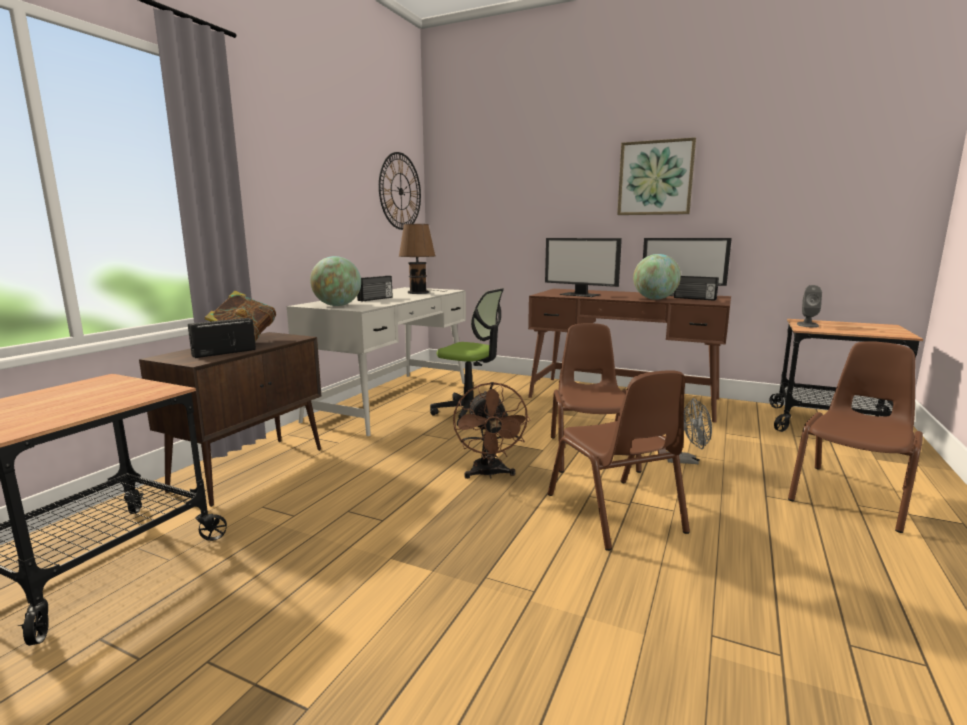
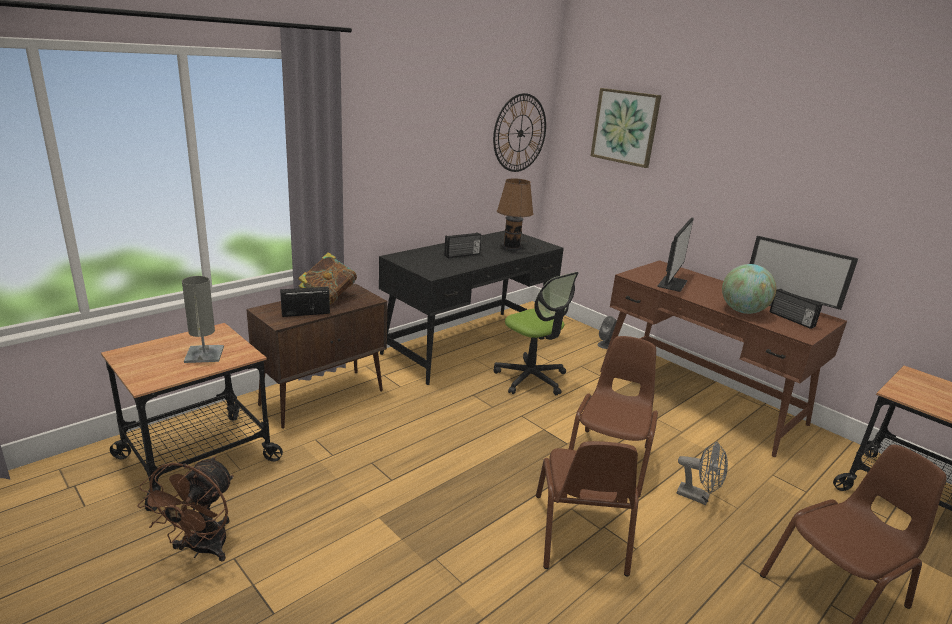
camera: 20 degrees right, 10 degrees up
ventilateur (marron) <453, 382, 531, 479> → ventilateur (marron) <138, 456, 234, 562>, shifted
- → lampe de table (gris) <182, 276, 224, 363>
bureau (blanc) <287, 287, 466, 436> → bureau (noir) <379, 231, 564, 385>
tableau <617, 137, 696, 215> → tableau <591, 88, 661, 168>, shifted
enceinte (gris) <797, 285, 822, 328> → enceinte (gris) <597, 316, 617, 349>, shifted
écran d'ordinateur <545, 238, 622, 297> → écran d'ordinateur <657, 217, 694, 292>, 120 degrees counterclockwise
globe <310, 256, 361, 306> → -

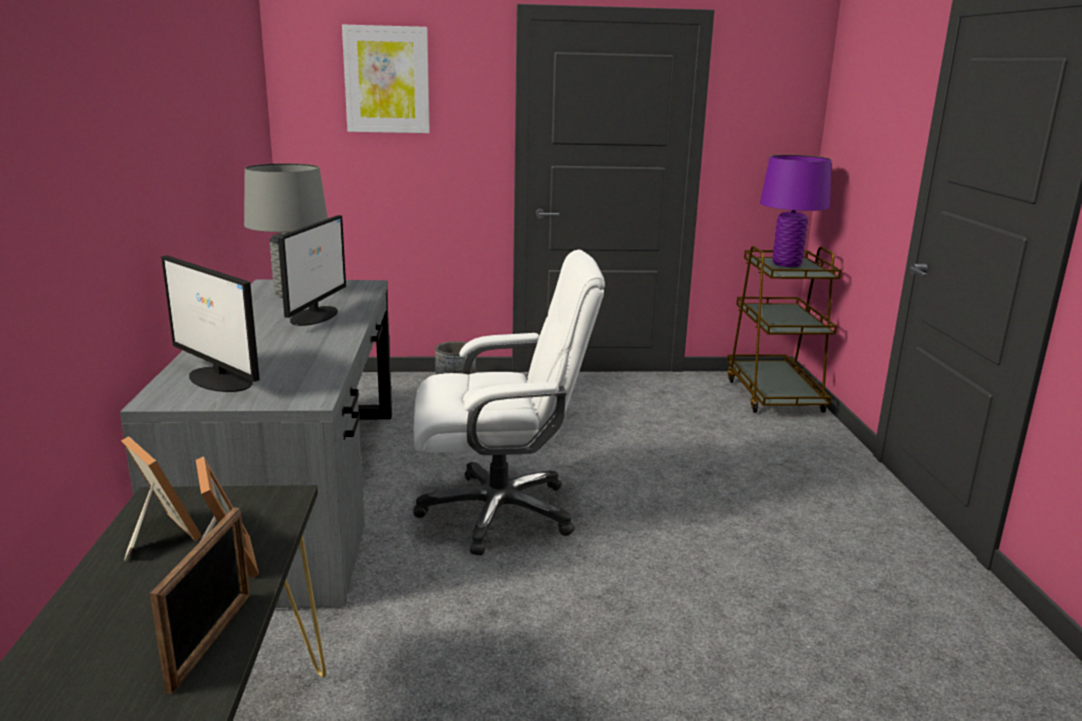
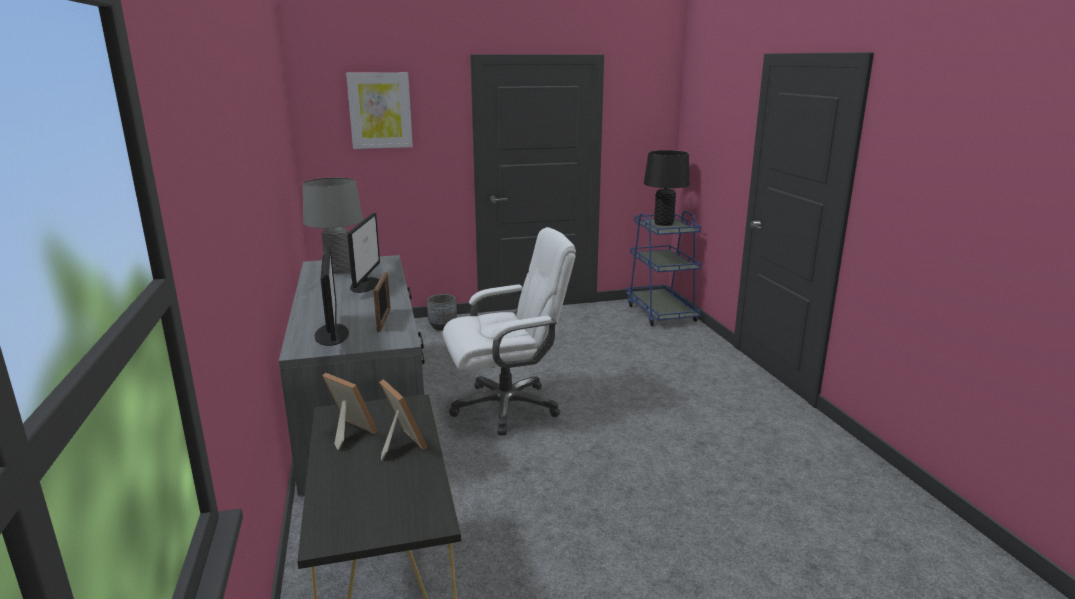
camera: 10 degrees left, 0 degrees up
écran d'ordinateur <161, 256, 260, 392> → écran d'ordinateur <314, 246, 349, 346>, 135 degrees counterclockwise
cadre photo <150, 508, 250, 694> → cadre photo <373, 272, 391, 332>, shifted
chariot (marron) <727, 246, 841, 413> → chariot (bleu) <626, 211, 701, 326>
lampe de table (violet) <760, 155, 831, 267> → lampe de table (noir) <644, 150, 690, 226>

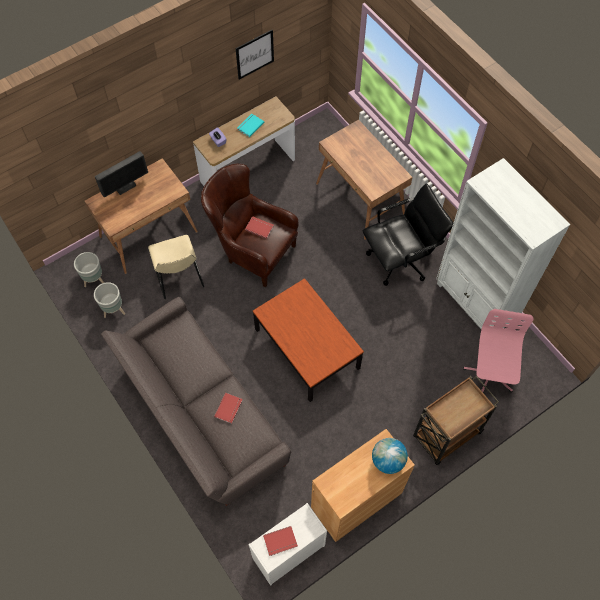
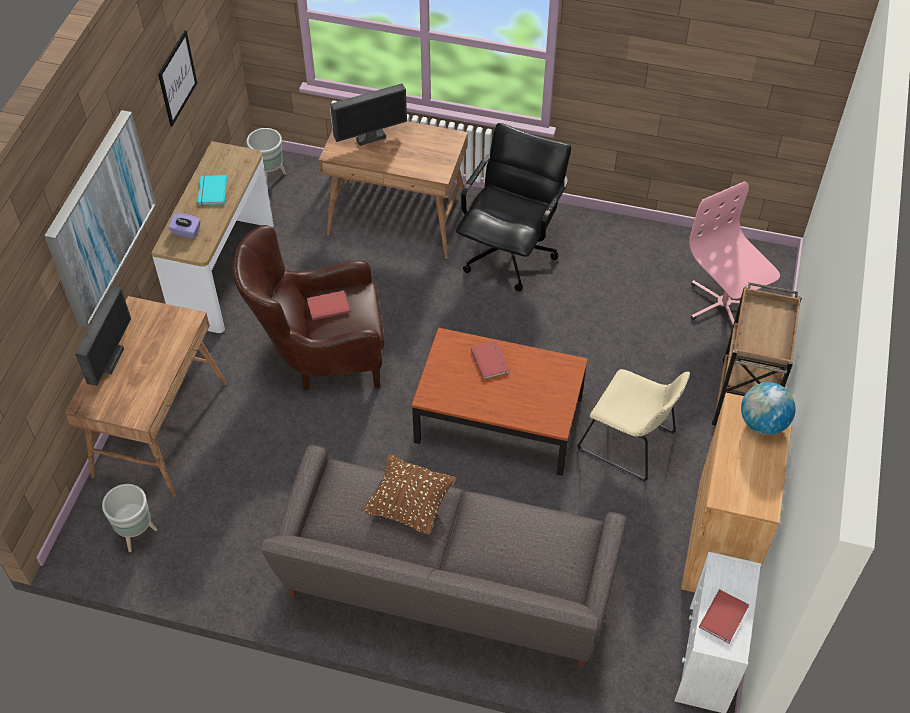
camera: 40 degrees left, 10 degrees down
- → tableau <44, 110, 156, 328>
cache-pot (gris) <94, 282, 125, 318> → cache-pot (gris) <247, 128, 286, 188>, shifted
- → écran d'ordinateur <330, 83, 407, 146>
- → coussin (marron) <361, 455, 456, 535>
livre (rouge) <214, 393, 243, 424> → livre (rouge) <471, 341, 510, 380>, shifted
chaise (beige) <148, 235, 205, 299> → chaise (beige) <577, 369, 690, 481>, shifted
bibliothèque (blanc) <436, 158, 571, 329> → -

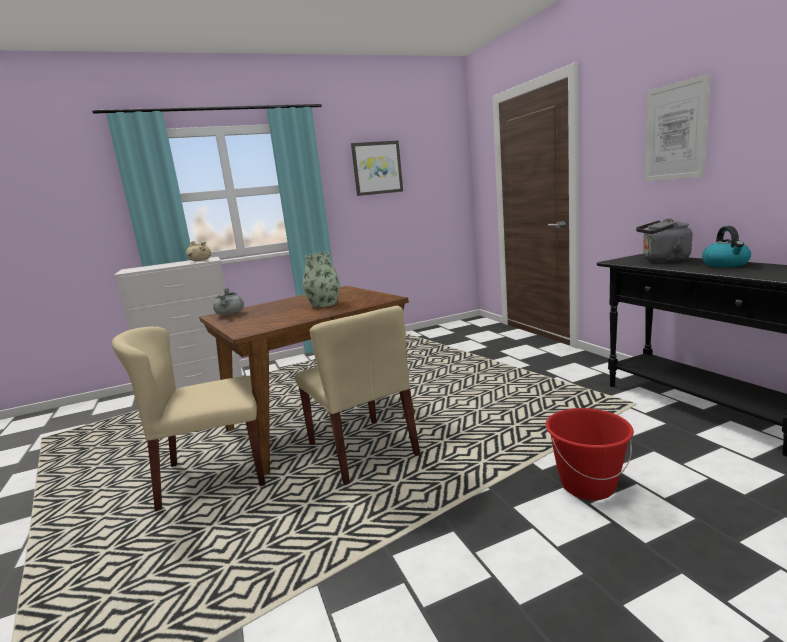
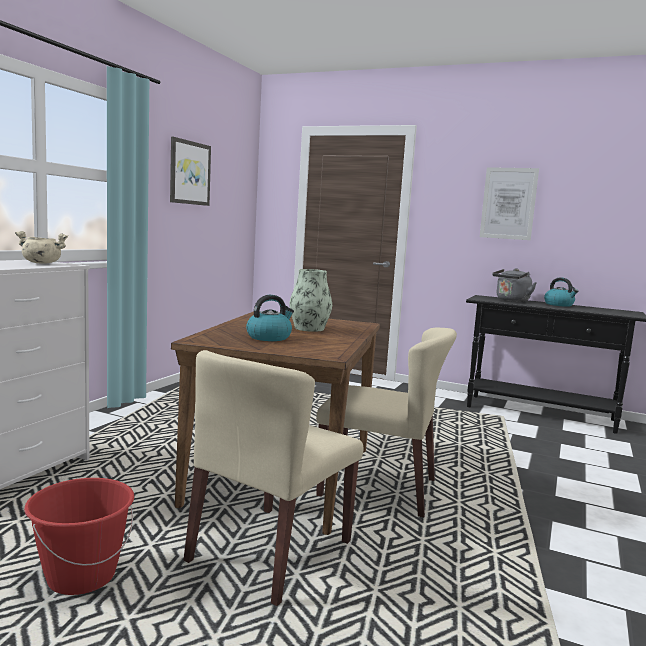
camera: 45 degrees left, 5 degrees down
seau (rouge) <546, 408, 634, 500> → seau (rouge) <24, 478, 134, 595>, shifted
- → bouilloire <246, 295, 294, 341>
marmite (gris) <213, 288, 244, 315> → -

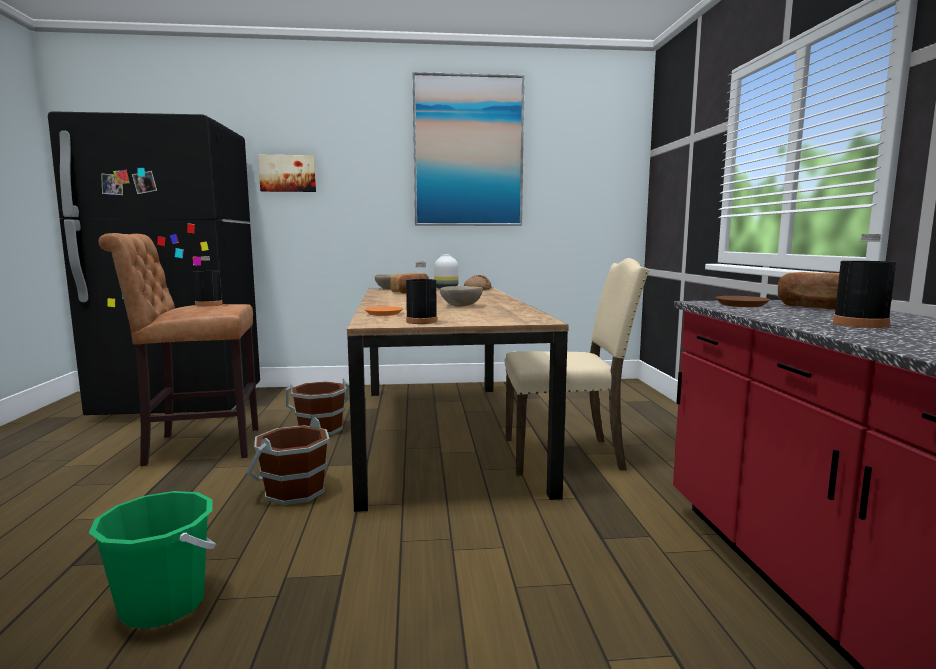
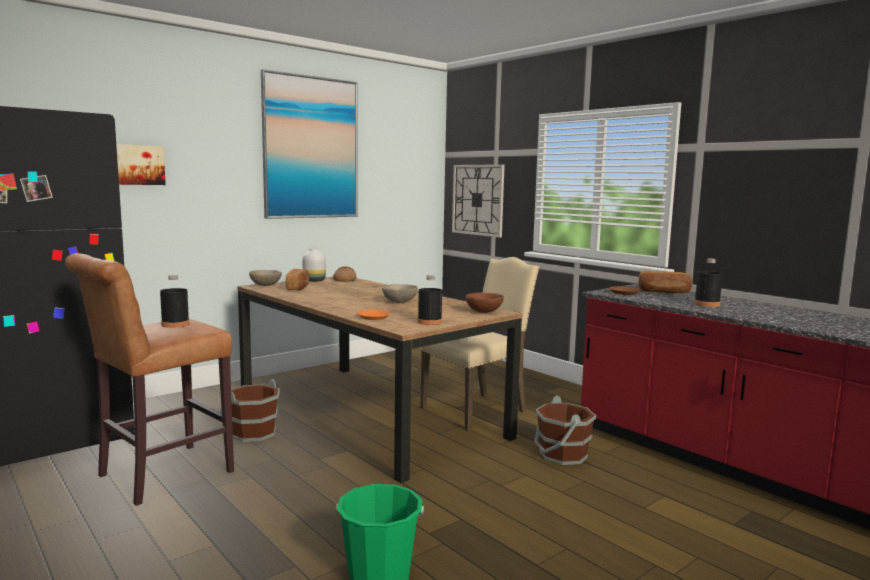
camera: 35 degrees left, 0 degrees up
- → horloge murale <452, 164, 505, 238>
- → bol (marron) <466, 292, 504, 313>
seau (marron) <246, 417, 329, 505> → seau (marron) <534, 395, 596, 465>, shifted

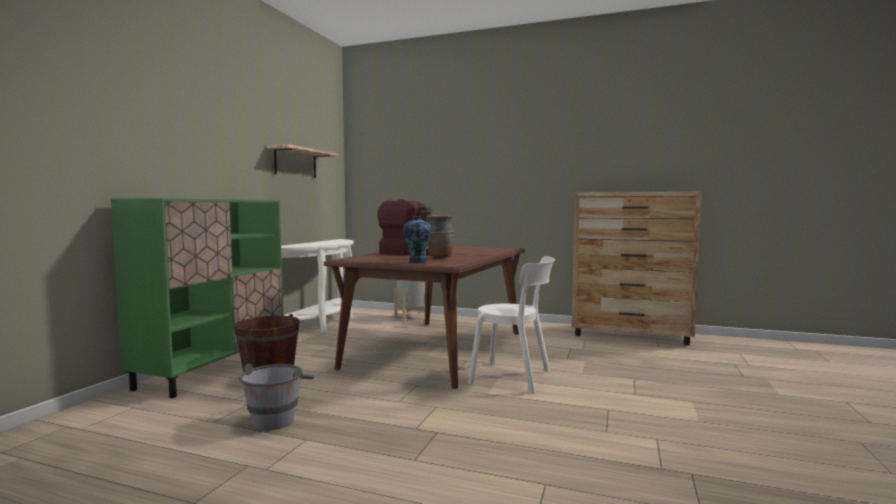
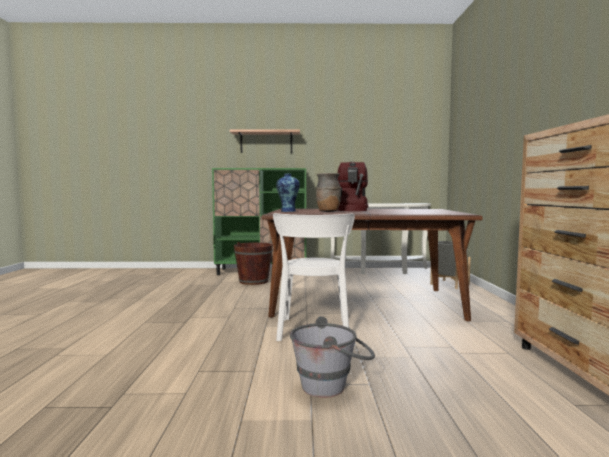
camera: 70 degrees right, 0 degrees up
étagère <267, 144, 339, 178> → étagère <230, 129, 300, 153>, shifted
seau (gris) <239, 363, 314, 430> → seau (gris) <290, 316, 375, 398>, shifted

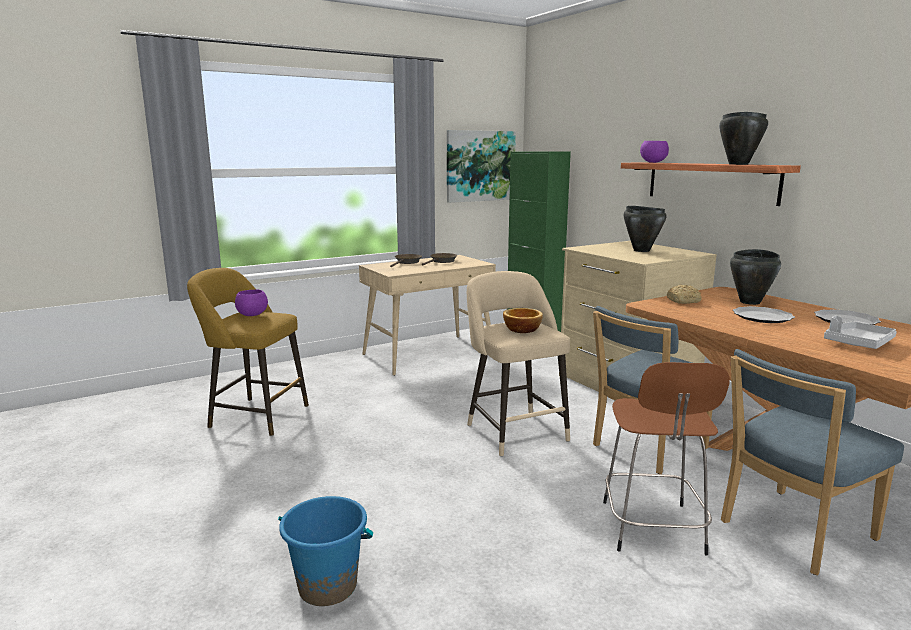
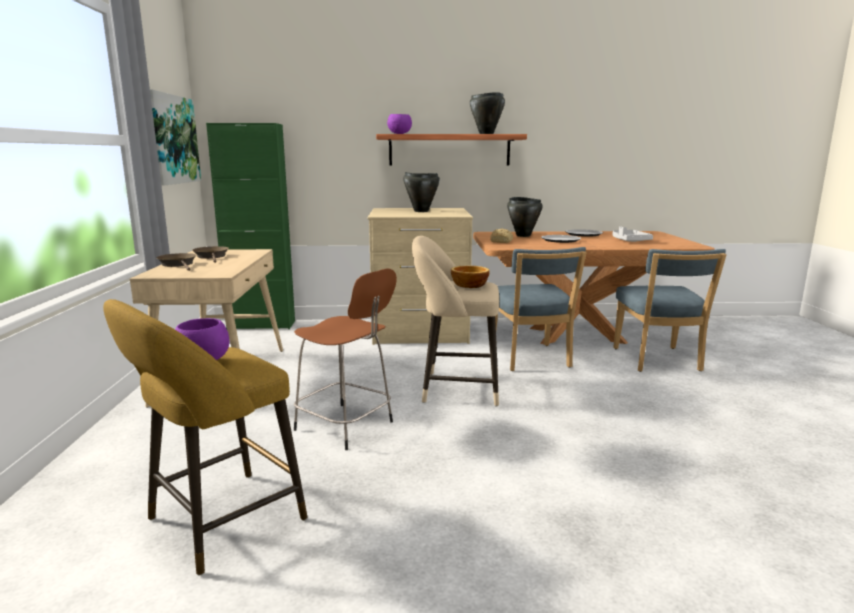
camera: 60 degrees left, 0 degrees up
tabouret (marron) <603, 362, 730, 556> → tabouret (marron) <294, 269, 397, 450>, shifted
seau (bleu) <278, 496, 373, 606> → -

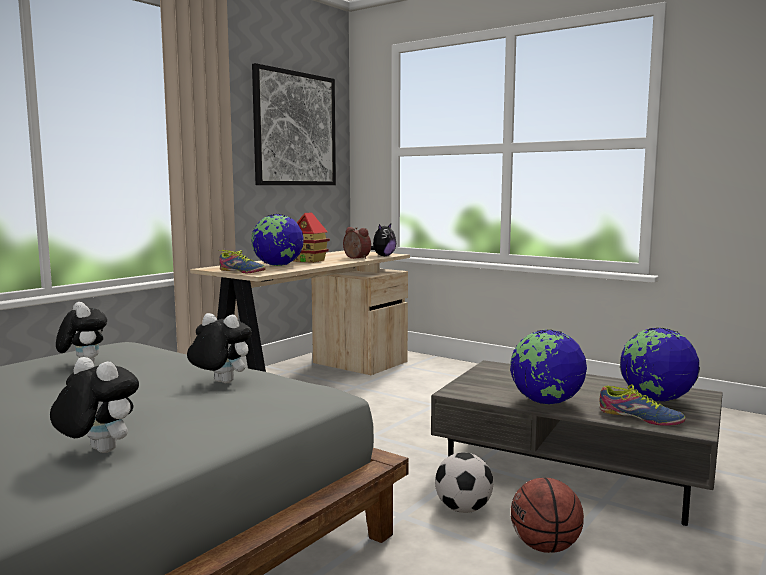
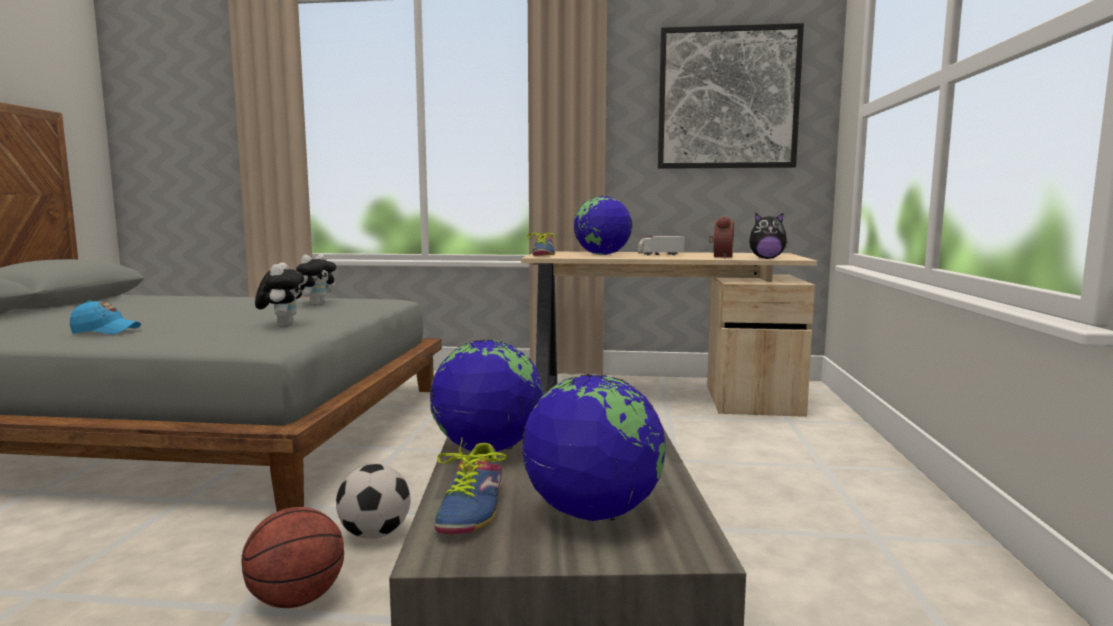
camera: 60 degrees right, 0 degrees up
peluche <50, 357, 139, 453> → casquette (bleu) <70, 301, 141, 335>
maison miniature <293, 212, 330, 263> → camion jouet <638, 236, 685, 255>

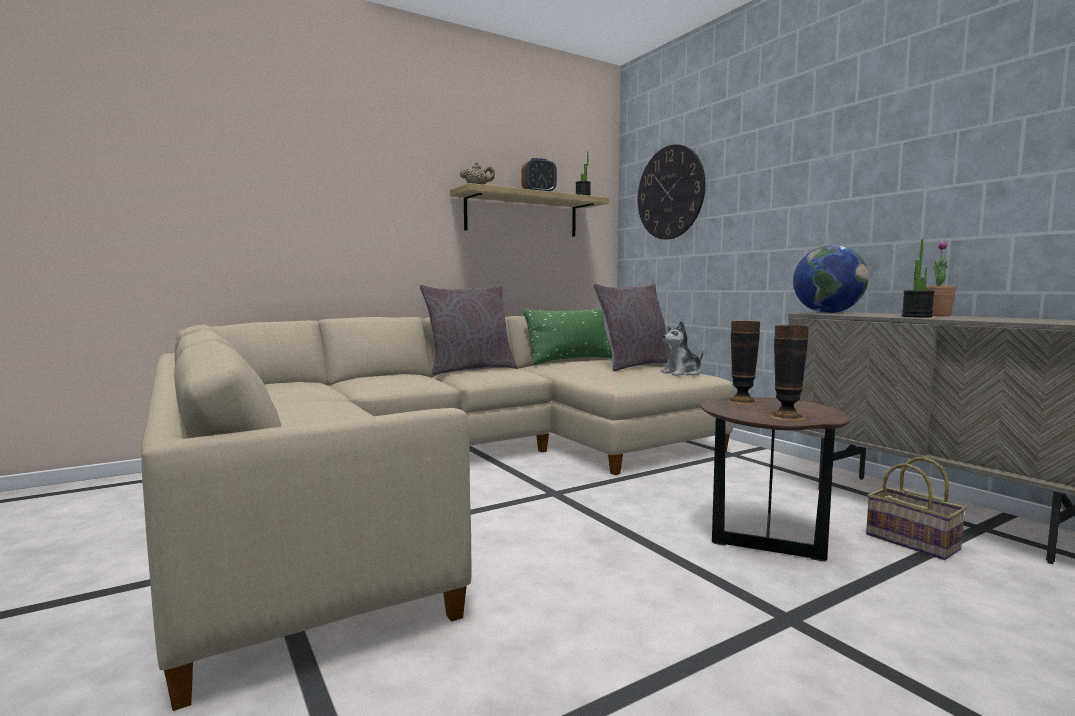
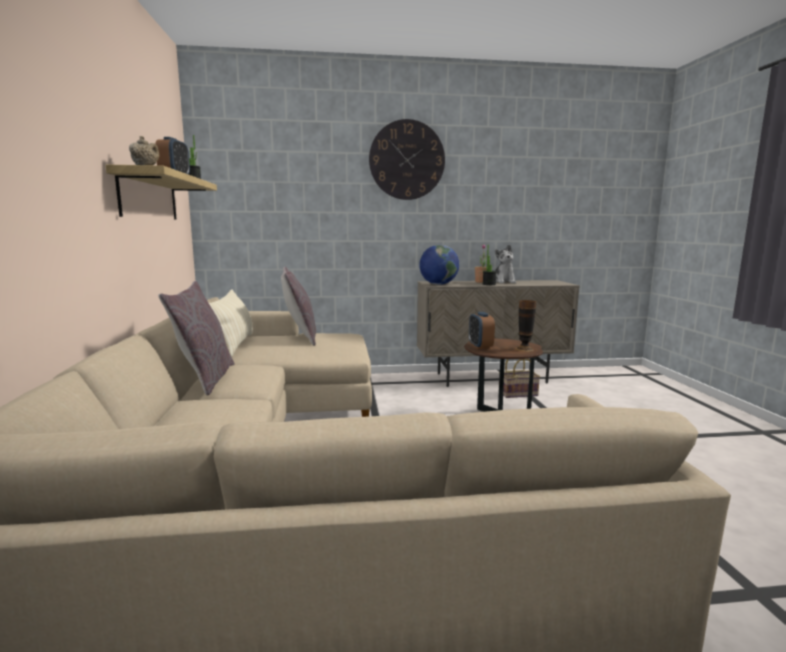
camera: 65 degrees left, 5 degrees up
coussin (vert) <523, 308, 612, 365> → coussin (beige) <209, 289, 253, 357>
horloge murale <638, 144, 706, 240> → horloge murale <369, 119, 445, 200>, shifted
vase <727, 321, 760, 405> → réveil <469, 312, 495, 349>
peluche <661, 321, 704, 376> → peluche <495, 245, 516, 283>, shifted

